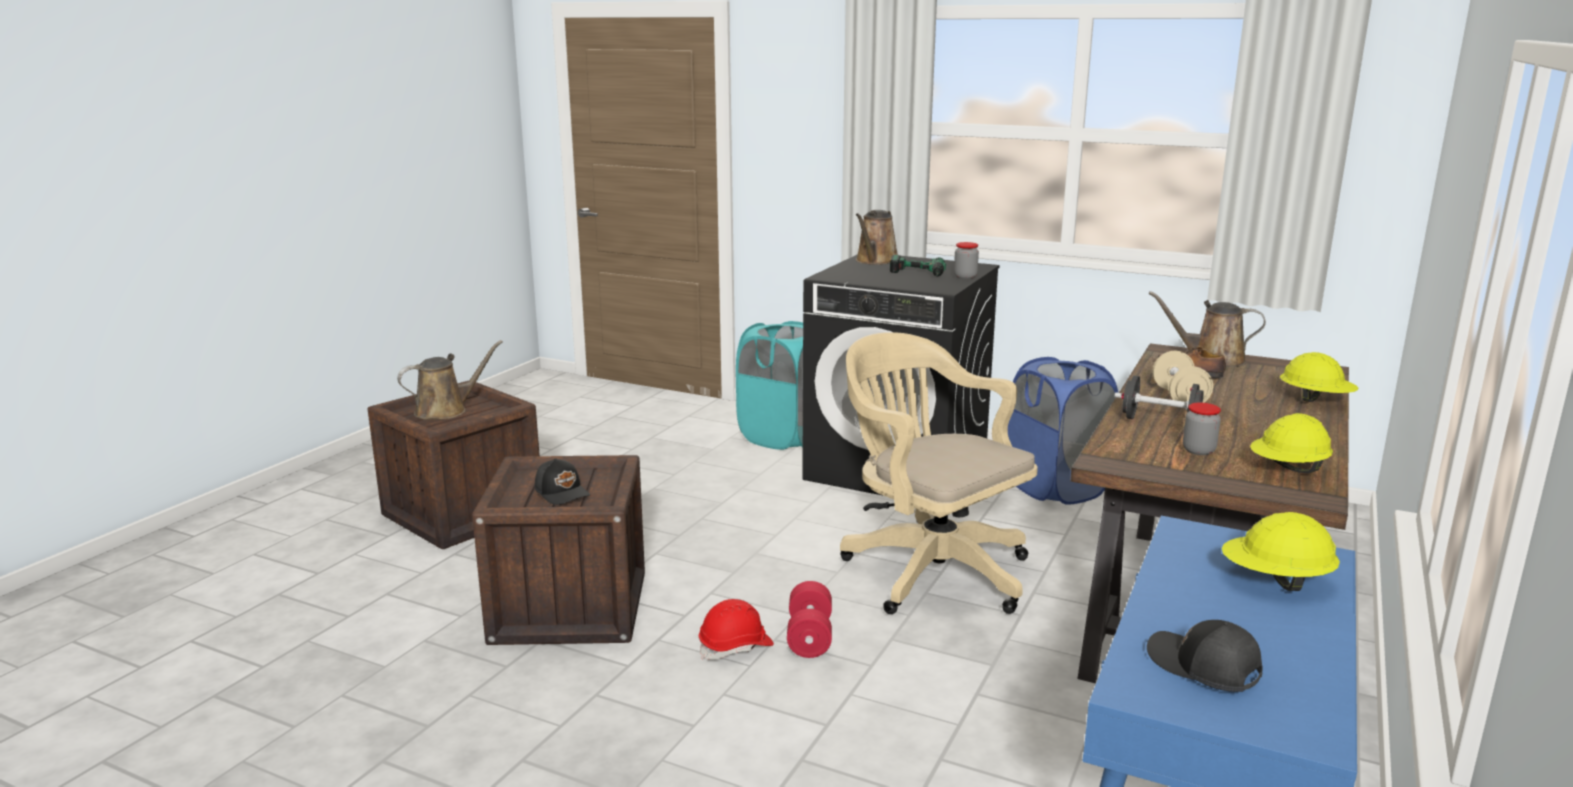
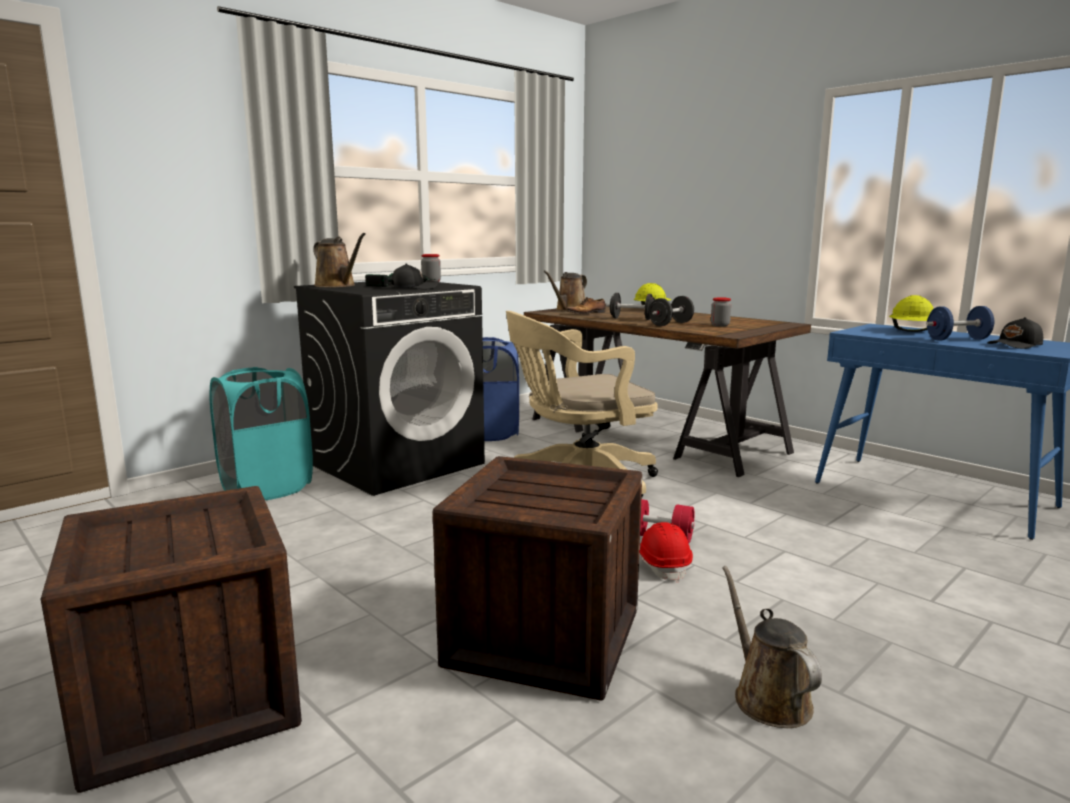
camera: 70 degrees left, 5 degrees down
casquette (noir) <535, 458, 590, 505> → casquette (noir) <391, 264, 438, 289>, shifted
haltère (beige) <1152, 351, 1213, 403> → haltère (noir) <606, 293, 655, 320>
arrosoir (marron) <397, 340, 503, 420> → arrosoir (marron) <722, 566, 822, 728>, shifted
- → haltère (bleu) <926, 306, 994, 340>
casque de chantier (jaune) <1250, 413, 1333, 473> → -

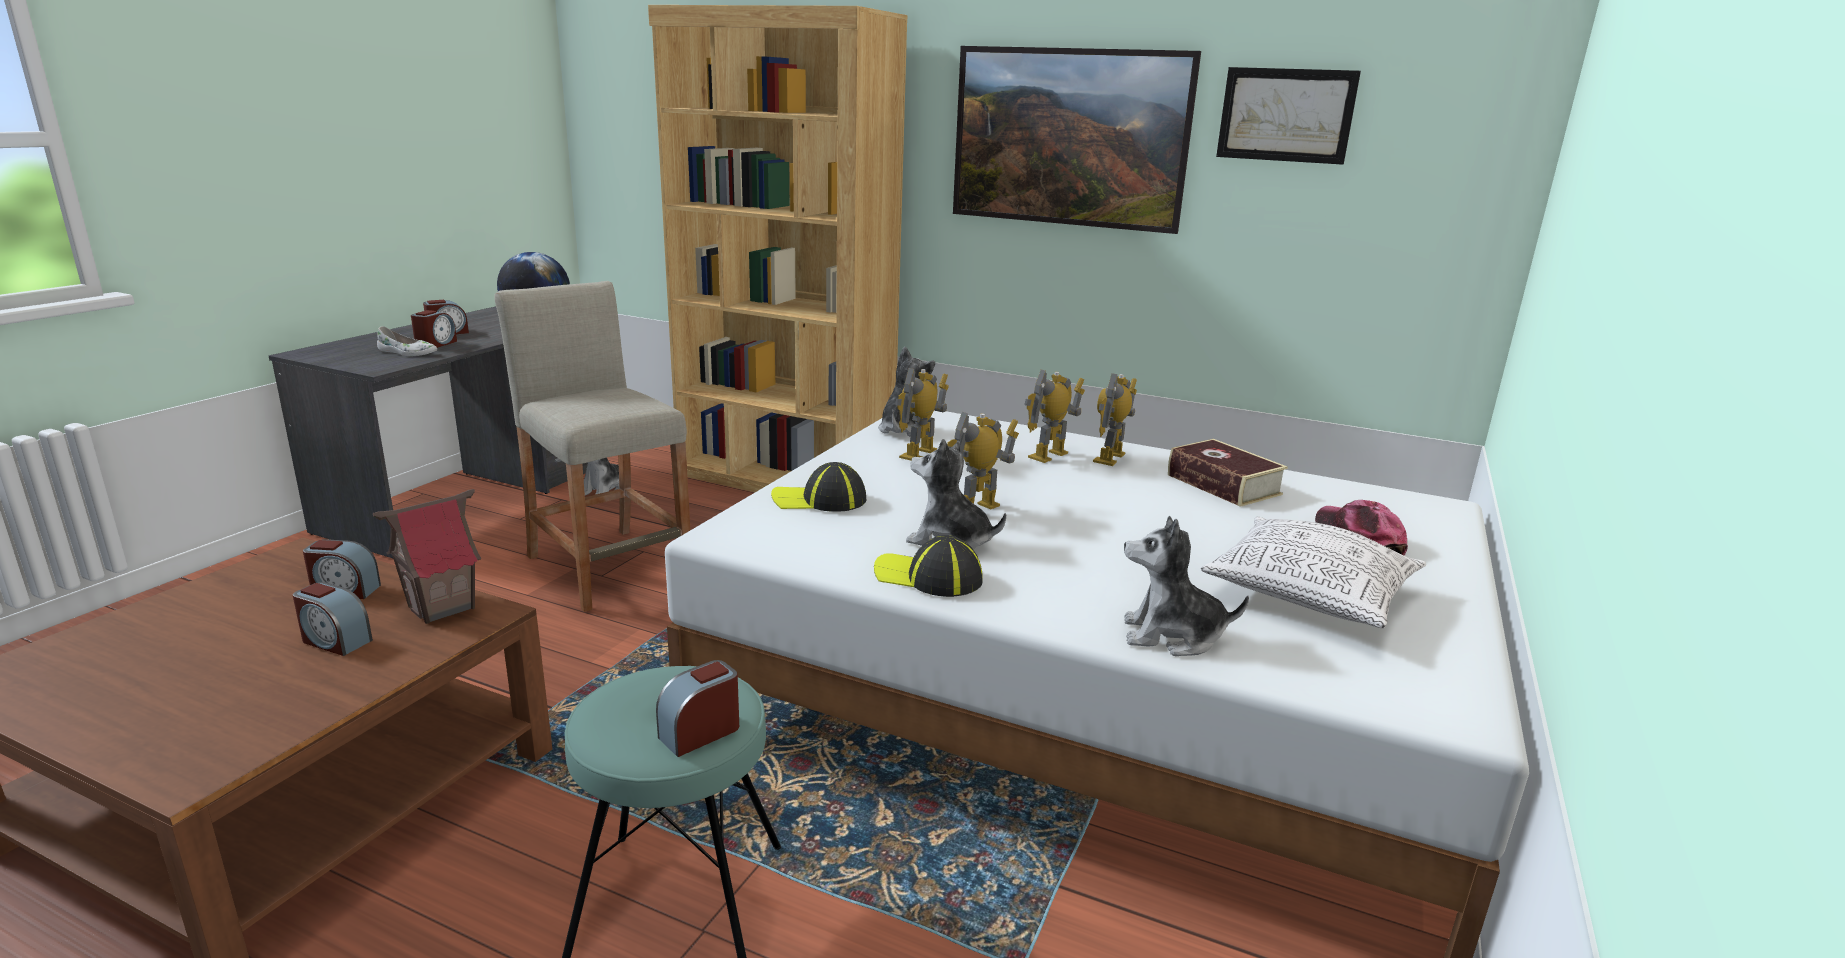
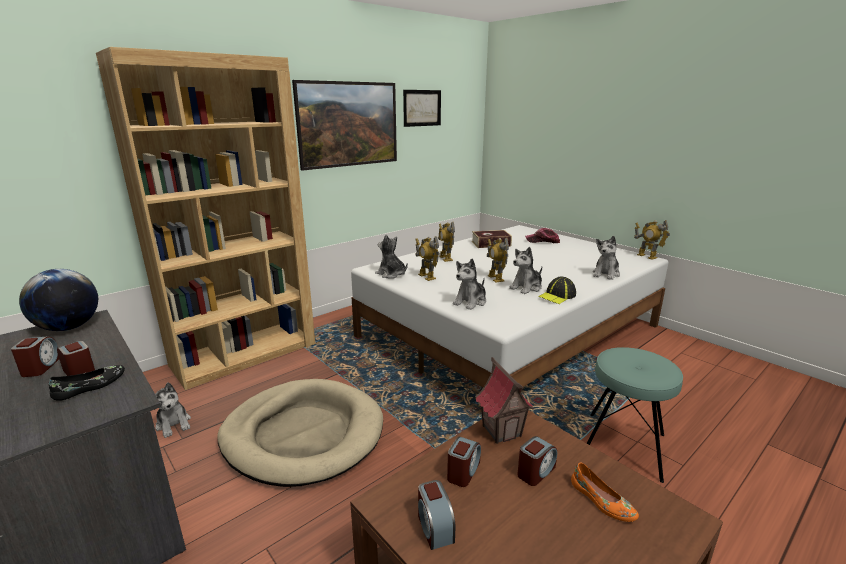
camera: 65 degrees left, 0 degrees up
chaussure (blanc) <377, 326, 437, 356> → chaussure (noir) <49, 365, 125, 401>
tabouret (beige) <494, 281, 690, 612> → panier pour chien (beige) <217, 379, 383, 487>
réveil <656, 660, 739, 757> → réveil <418, 480, 455, 550>, shifted
casquette <771, 462, 866, 512> → peluche <453, 259, 486, 310>
- → chaussure (orange) <571, 462, 639, 522>
robot jouet <1093, 373, 1137, 466> → robot jouet <634, 220, 670, 260>, shifted
coussin <1201, 516, 1426, 628> → -

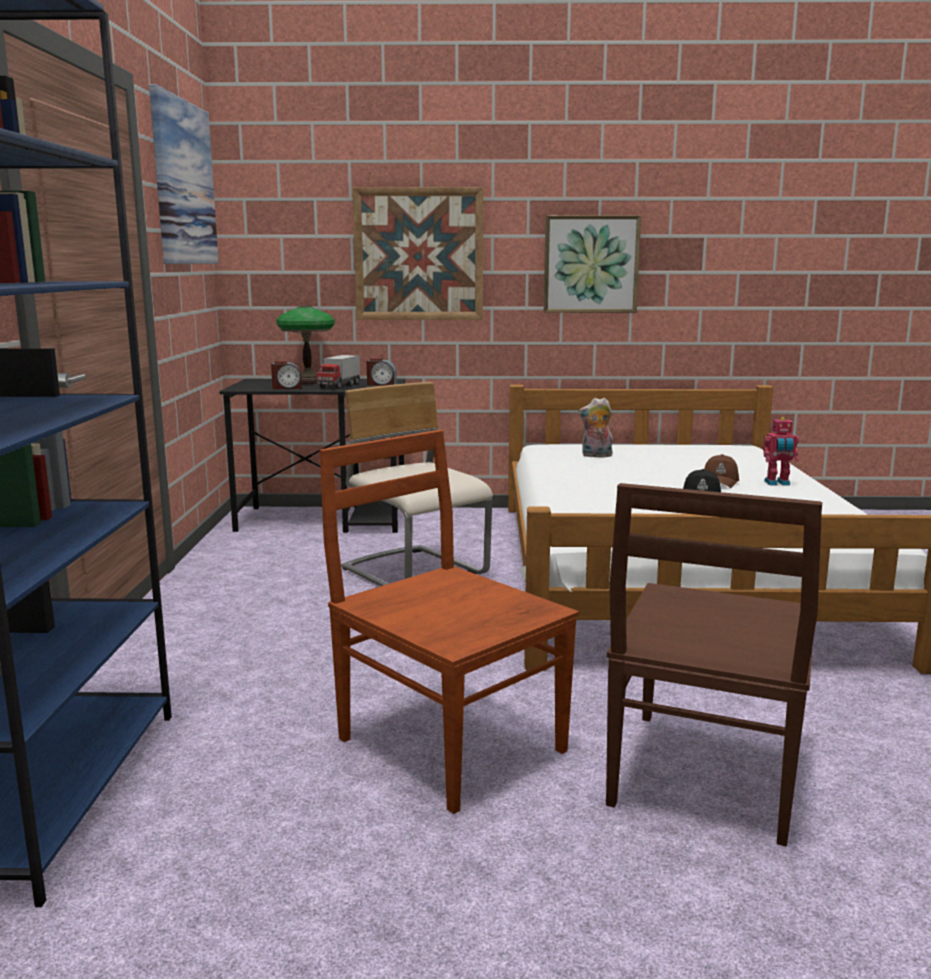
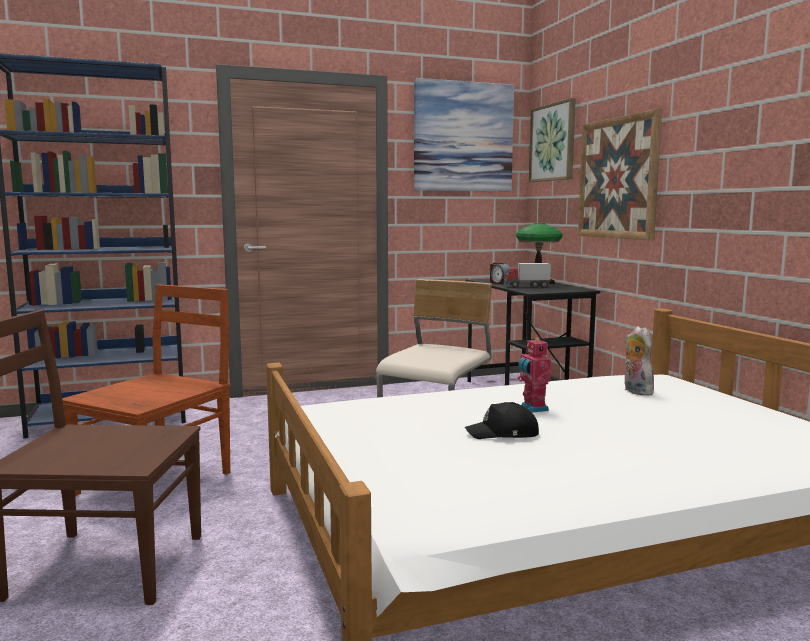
camera: 70 degrees right, 5 degrees down
robot jouet <762, 417, 799, 486> → robot jouet <517, 337, 551, 413>, shifted
tableau <544, 215, 641, 313> → tableau <529, 98, 576, 182>, shifted
réveil <367, 358, 397, 386> → -
casquette (marron) <704, 454, 739, 488> → -

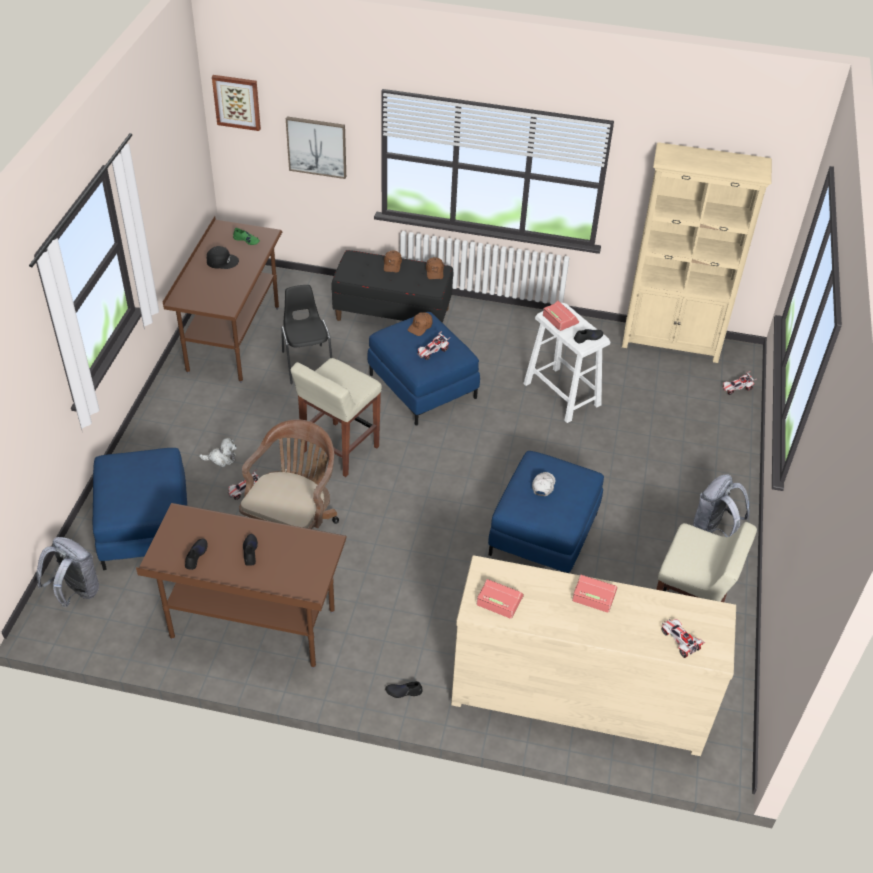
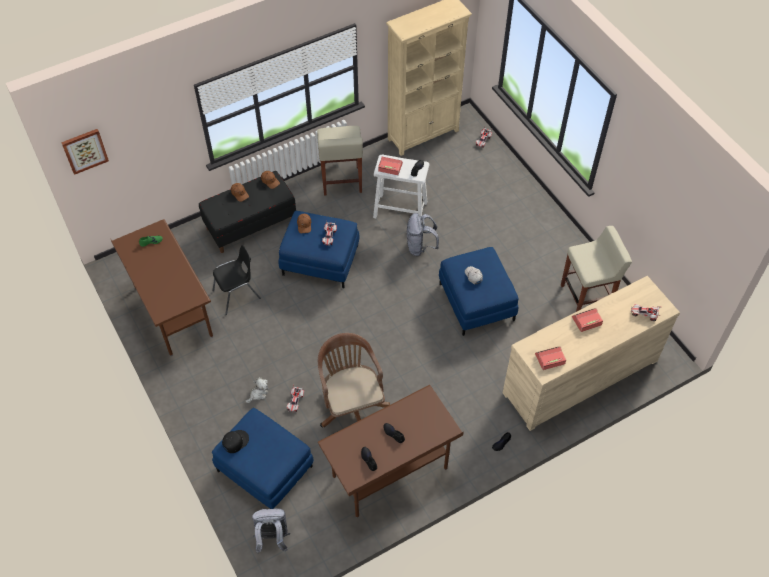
camera: 40 degrees left, 10 degrees up
chaise (noir) <281, 285, 332, 384> → chaise (noir) <213, 245, 261, 315>, 120 degrees clockwise
casquette (noir) <207, 246, 239, 269> → casquette (noir) <222, 430, 249, 453>, shifted
tabouret (beige) <291, 358, 382, 477> → tabouret (beige) <317, 126, 363, 196>, shifted
sac à dos (gris) <693, 474, 750, 537> → sac à dos (gris) <407, 213, 439, 256>, shifted
tableau <286, 117, 346, 179> → -

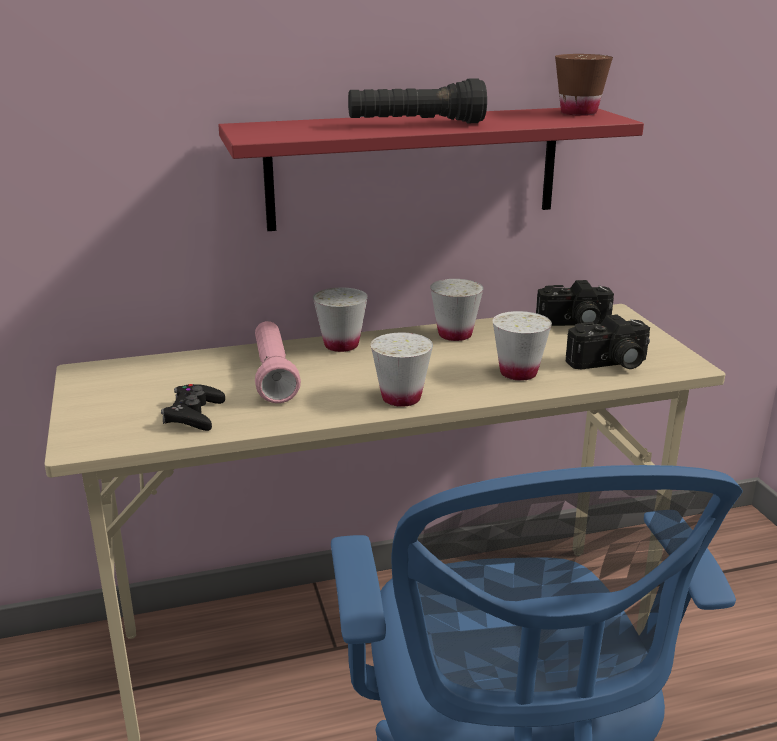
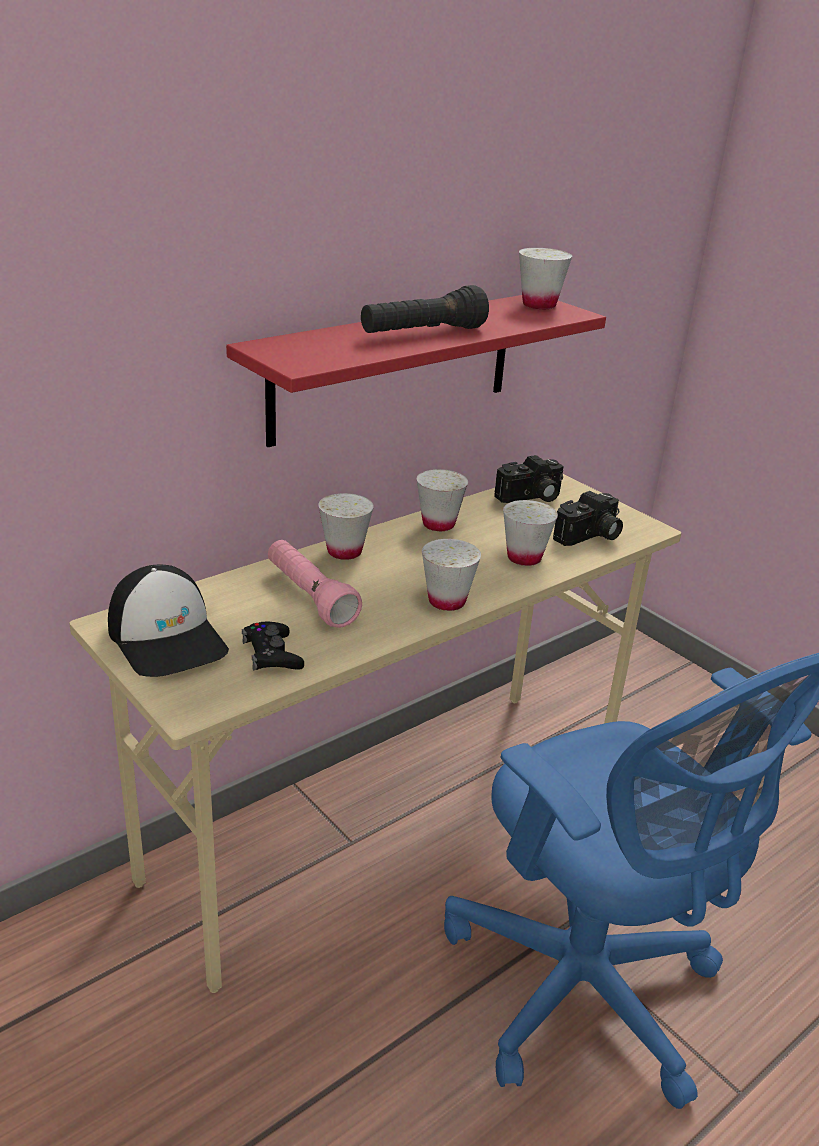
camera: 25 degrees left, 5 degrees up
- → casquette <108, 565, 229, 677>
tasse (marron) <555, 54, 613, 116> → tasse (blanc) <519, 248, 572, 309>

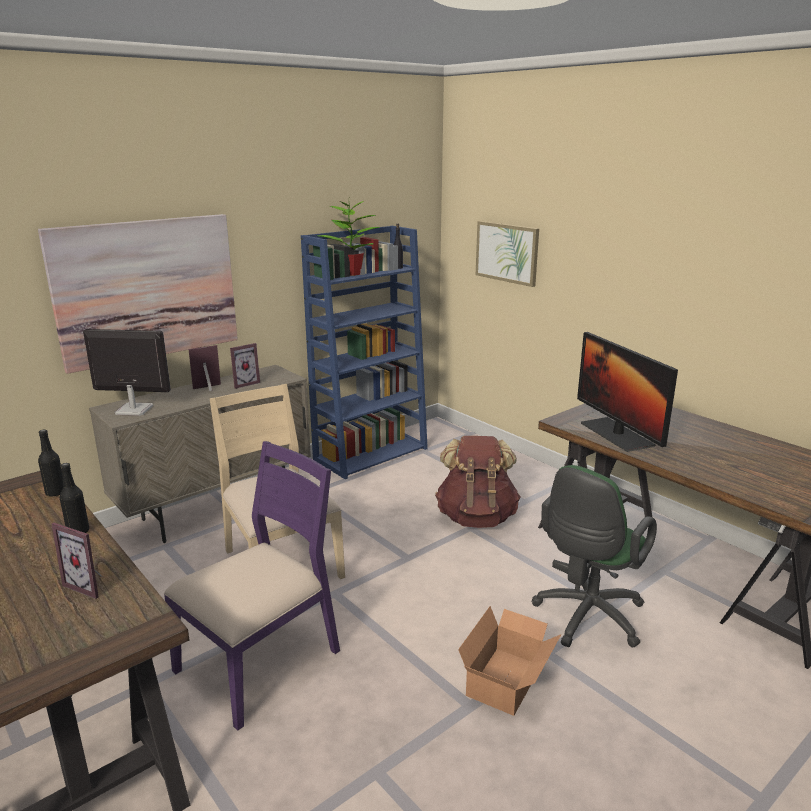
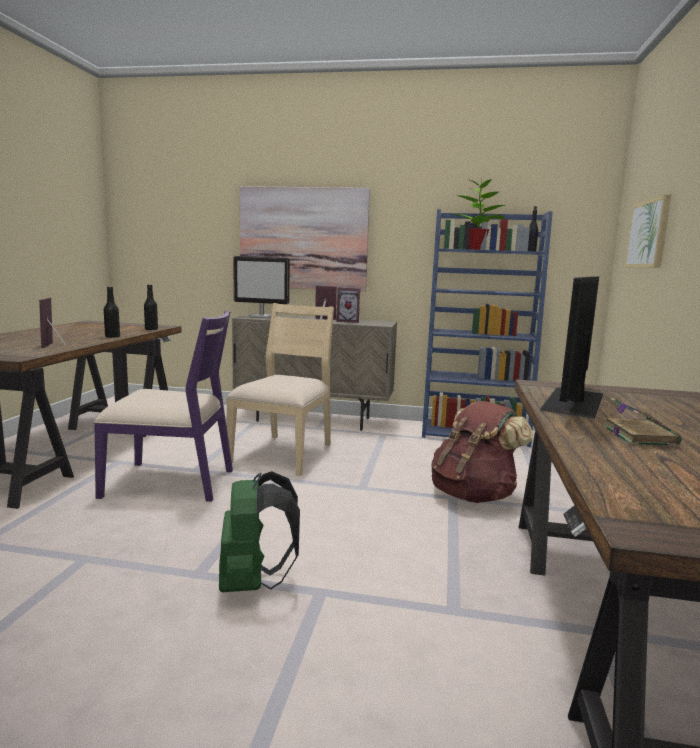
camera: 50 degrees right, 10 degrees down
carton <458, 606, 561, 716> → sac à dos (vert) <219, 471, 300, 592>
écran d'ordinateur <83, 329, 171, 416> → écran d'ordinateur <233, 256, 290, 318>, 135 degrees clockwise
- → livre <603, 397, 681, 446>
chaise de bureau (vert) <532, 465, 657, 648> → -

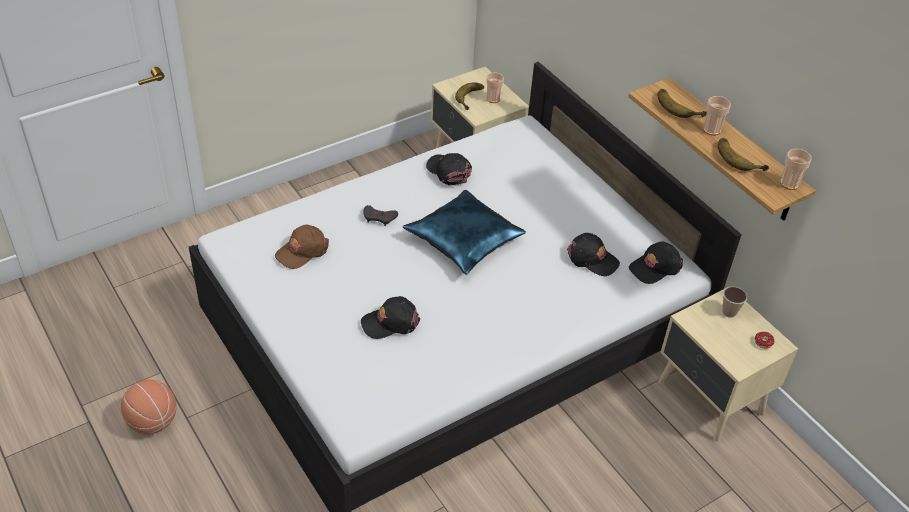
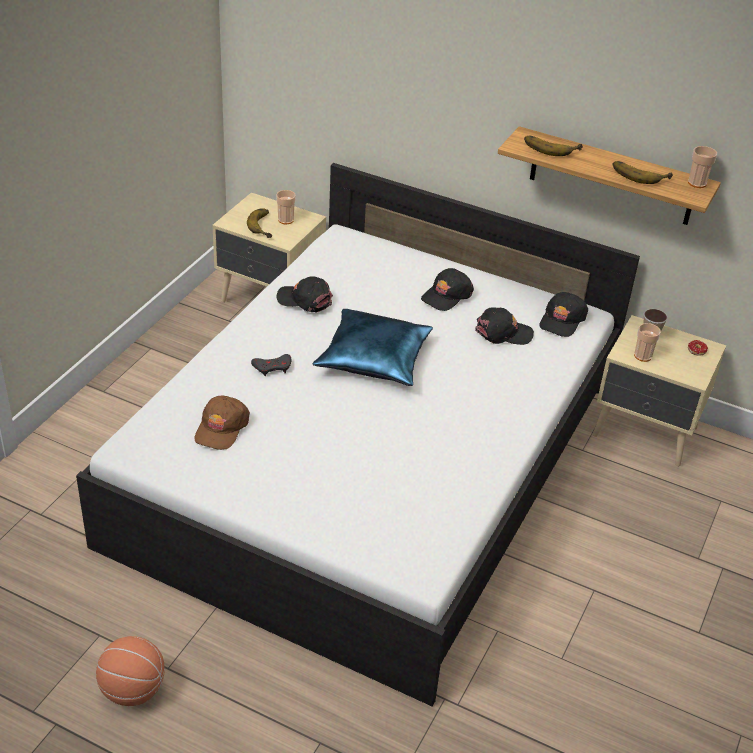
camera: 30 degrees left, 5 degrees down
casquette (noir) <361, 296, 421, 339> → casquette (noir) <421, 268, 474, 311>, shifted
tasse <703, 96, 731, 136> → tasse <634, 323, 661, 362>, shifted

